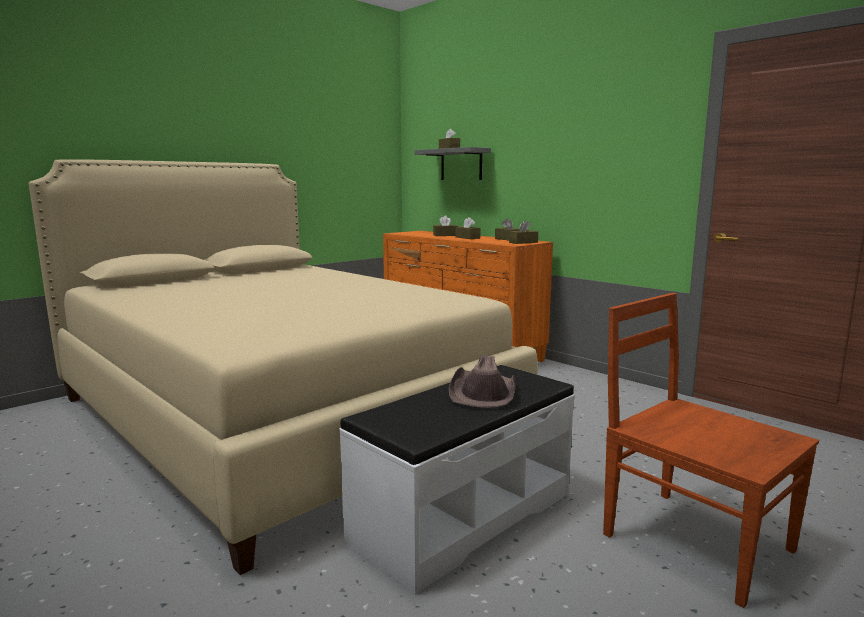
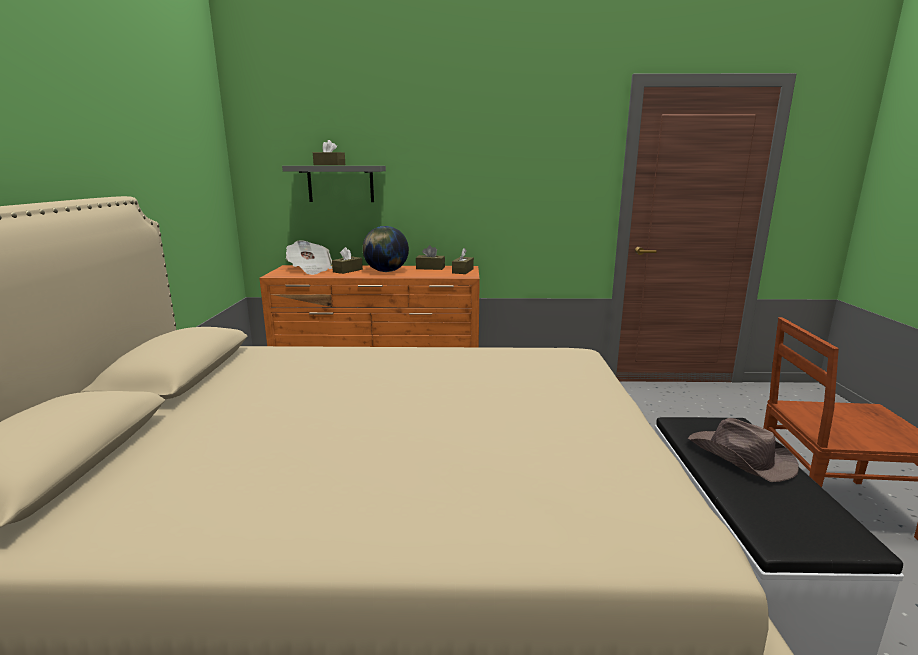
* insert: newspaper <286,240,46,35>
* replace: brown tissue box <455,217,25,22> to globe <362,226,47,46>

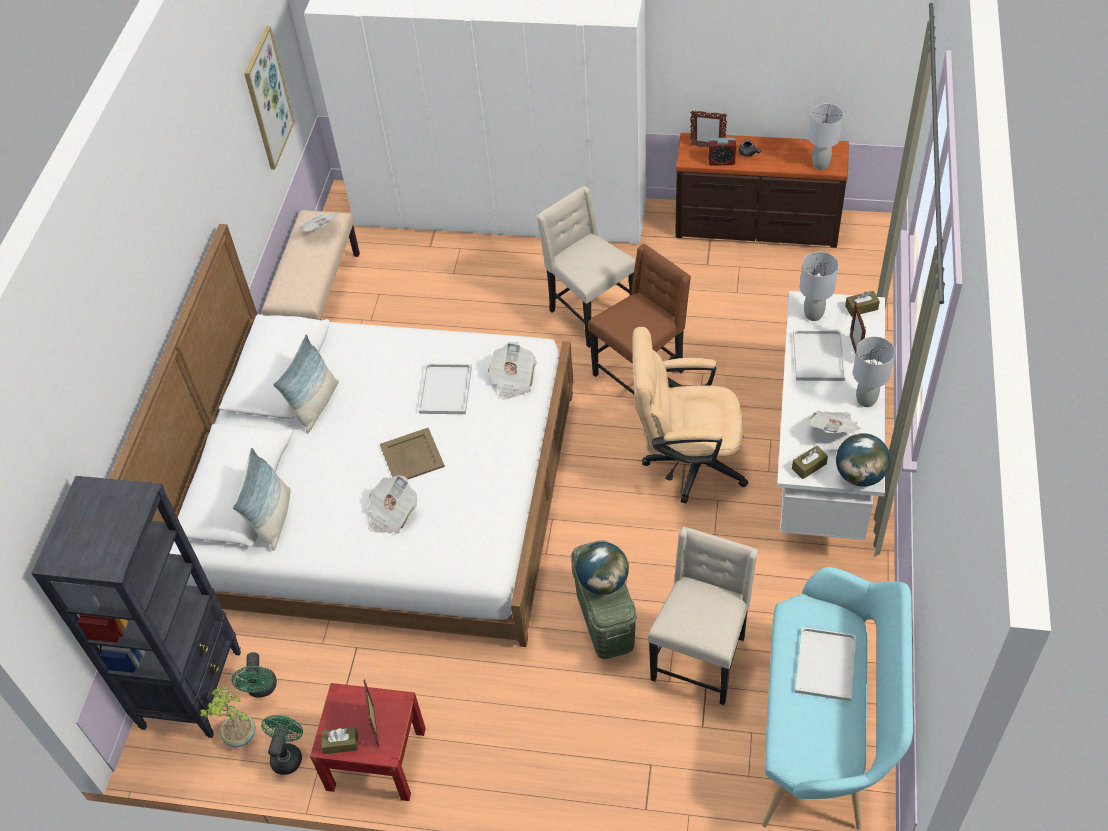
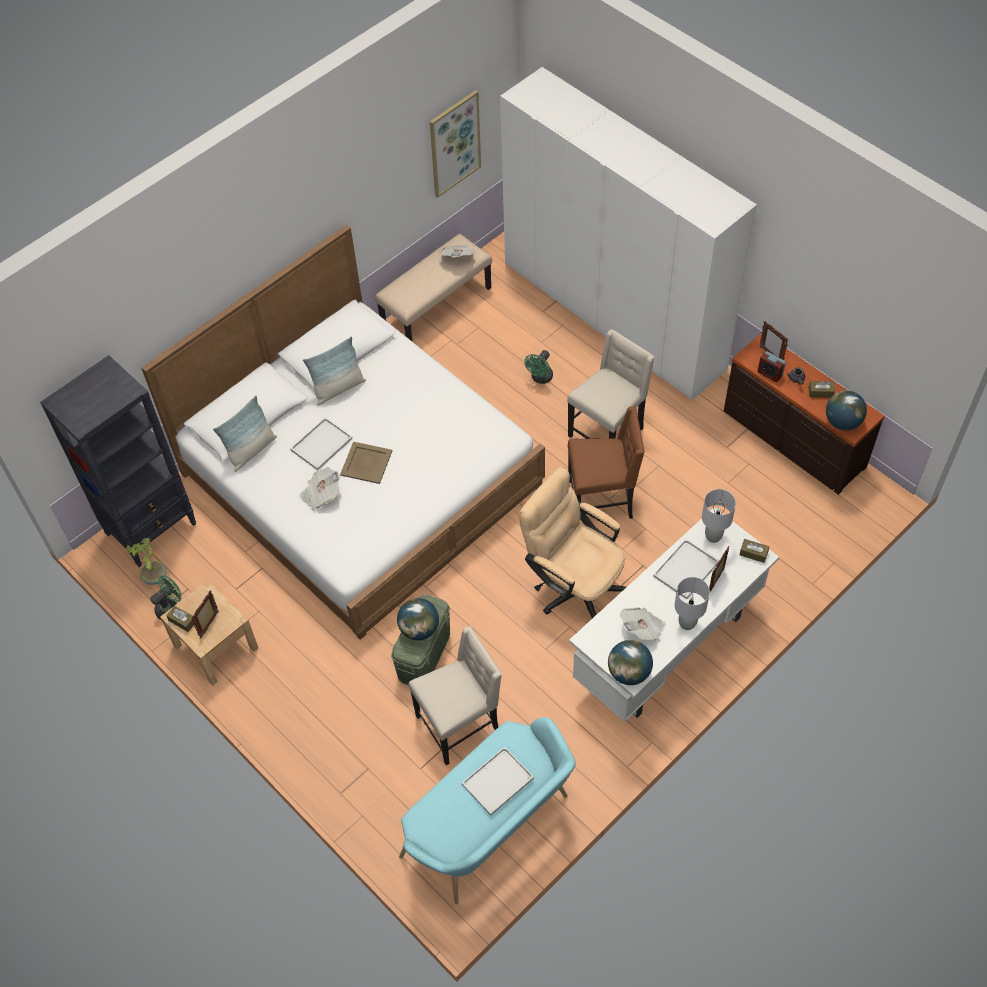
* recolor: red nightstand <310,683,116,118> to beige nightstand <160,580,98,106>
* move: white tray <419,364,53,50> to <290,418,63,52>
* move: green fan <232,652,45,46> to <524,350,29,34>
* rotate: beige chair <537,186,99,161> = <567,329,88,110> 45 degrees clockwise
* move: brown tissue box <792,445,36,34> to <808,381,27,17>
* replace: grey table lamp <808,104,35,66> to globe <826,391,41,39>
* delete: newspaper <488,342,49,58>

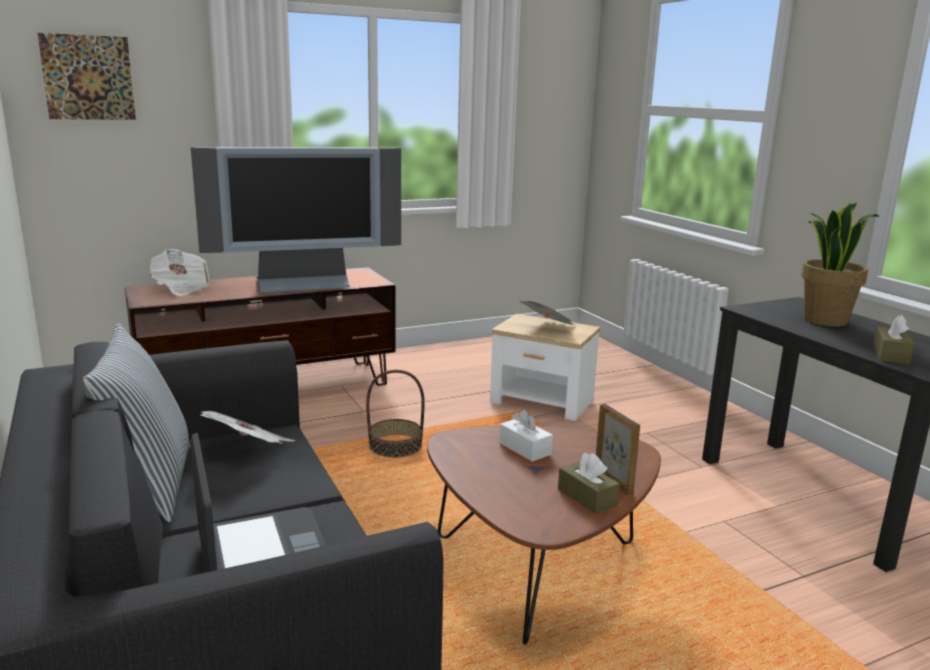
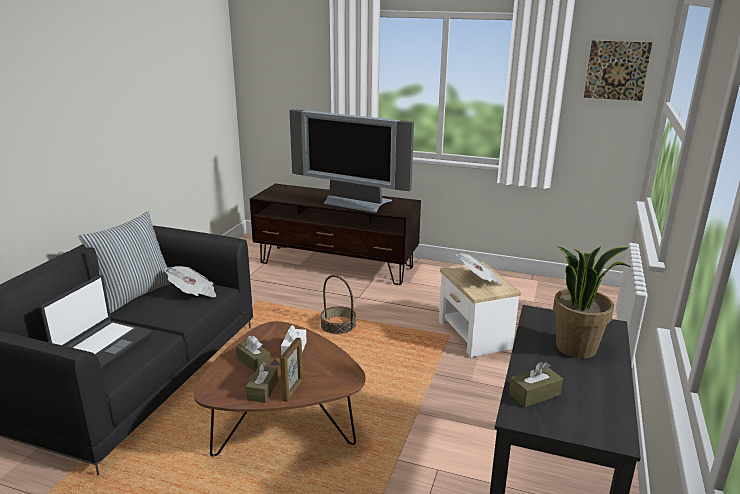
* insert: brown tissue box <236,336,35,36>
* move: picture <38,33,98,87> to <584,40,68,61>
* delete: newspaper <149,249,60,47>

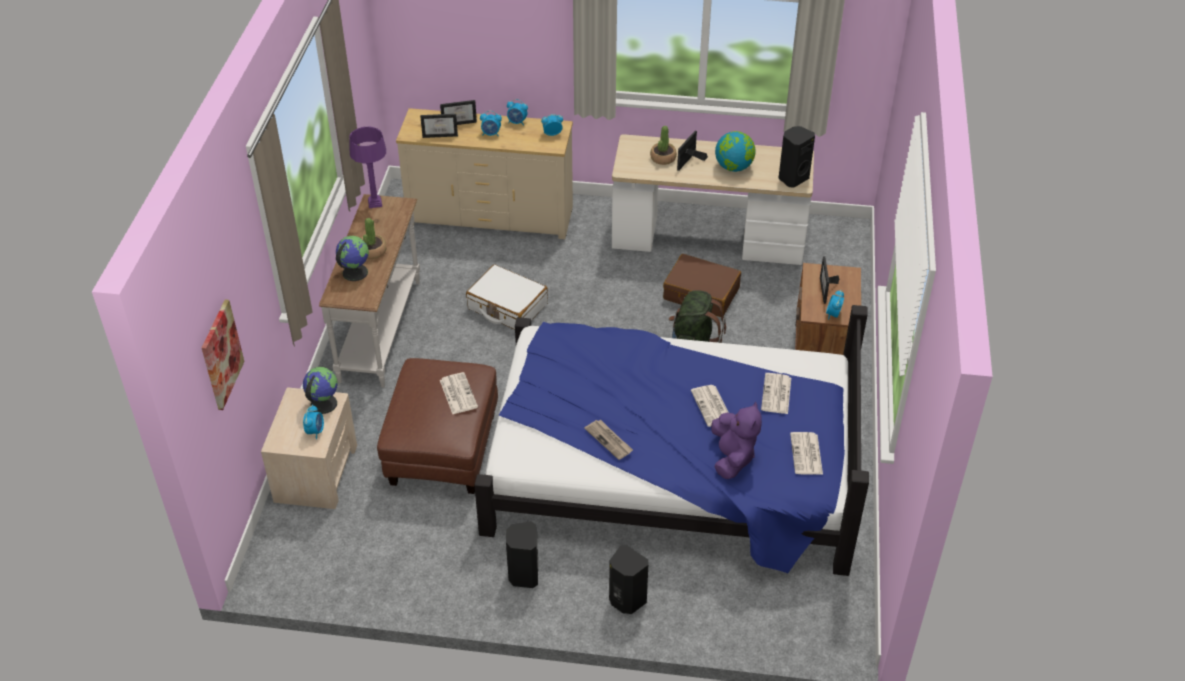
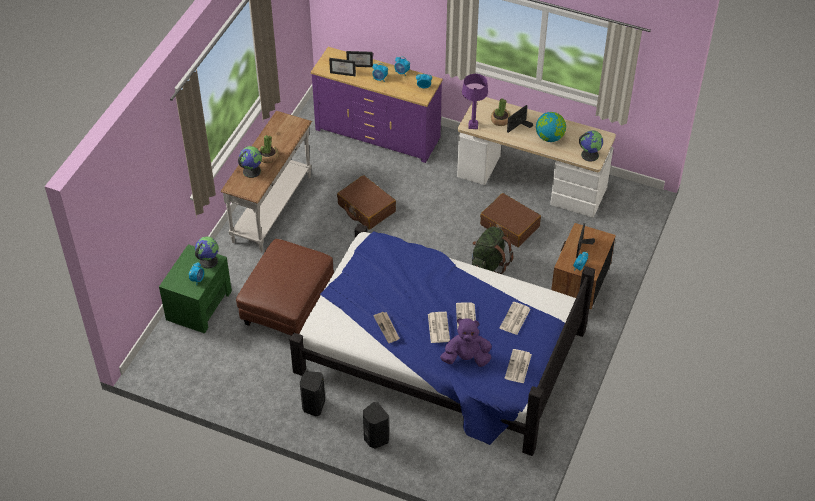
* recolor: beige nightstand <261,387,96,122> to green nightstand <159,244,73,89>
* recolor: beige dresser <396,108,177,131> to purple dresser <311,47,132,116>
* recolor: white suitcase <466,265,82,65> to brown suitcase <337,175,59,55>
* move: newspaper <440,372,38,42> to <428,312,22,31>
* rotate: purple plush toy <711,401,51,78> = <440,318,52,49> 105 degrees counterclockwise
* move: purple table lamp <349,127,37,81> to <462,74,26,55>
* replace: black speaker <778,126,37,62> to globe <579,130,24,32>
* delete: picture <202,299,43,111>

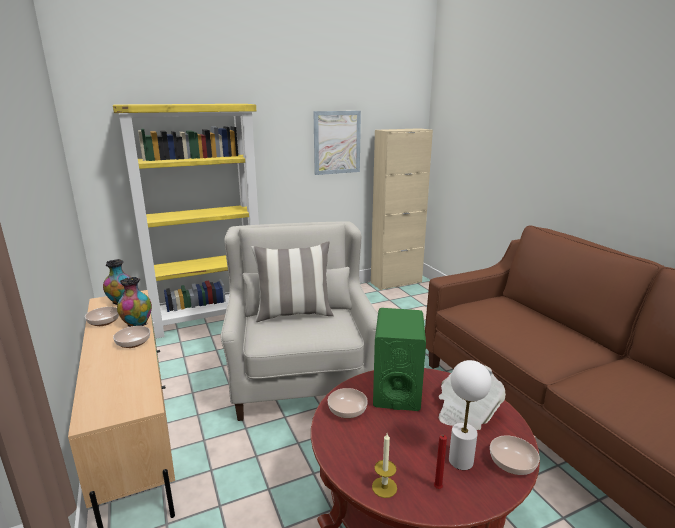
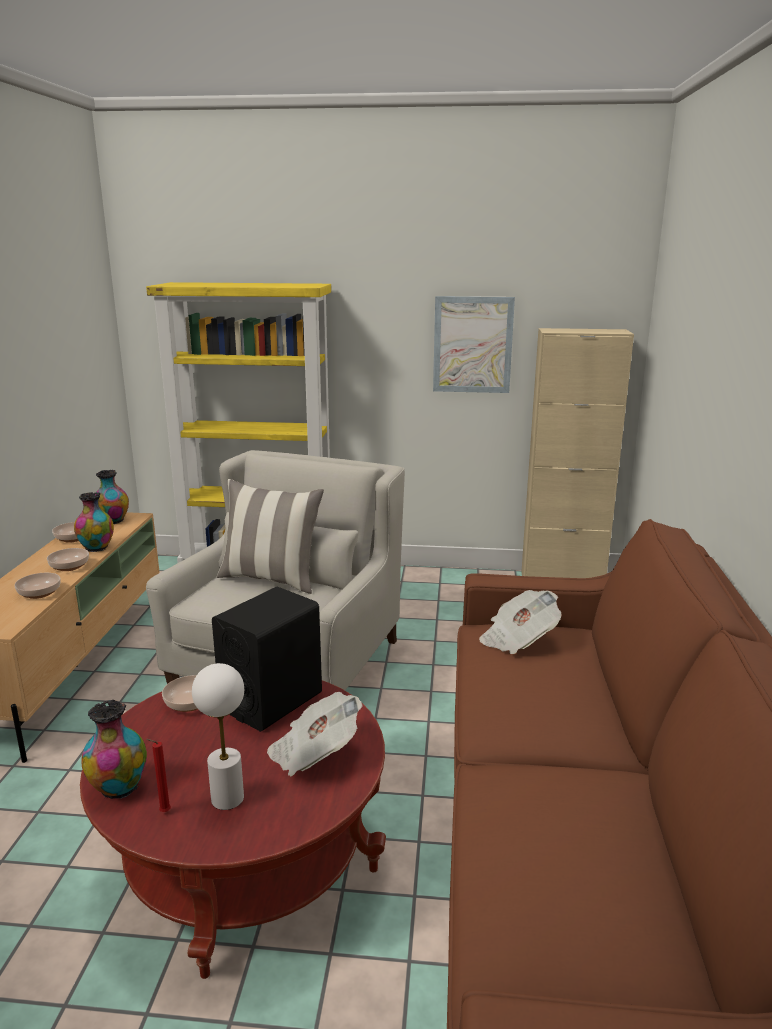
* move: bowl <490,435,50,40> to <14,573,47,26>
* replace: candle <372,433,25,65> to vase <82,700,65,99>
* recolor: green speaker <373,308,53,103> to black speaker <212,586,110,146>
* insert: newspaper <479,590,83,64>

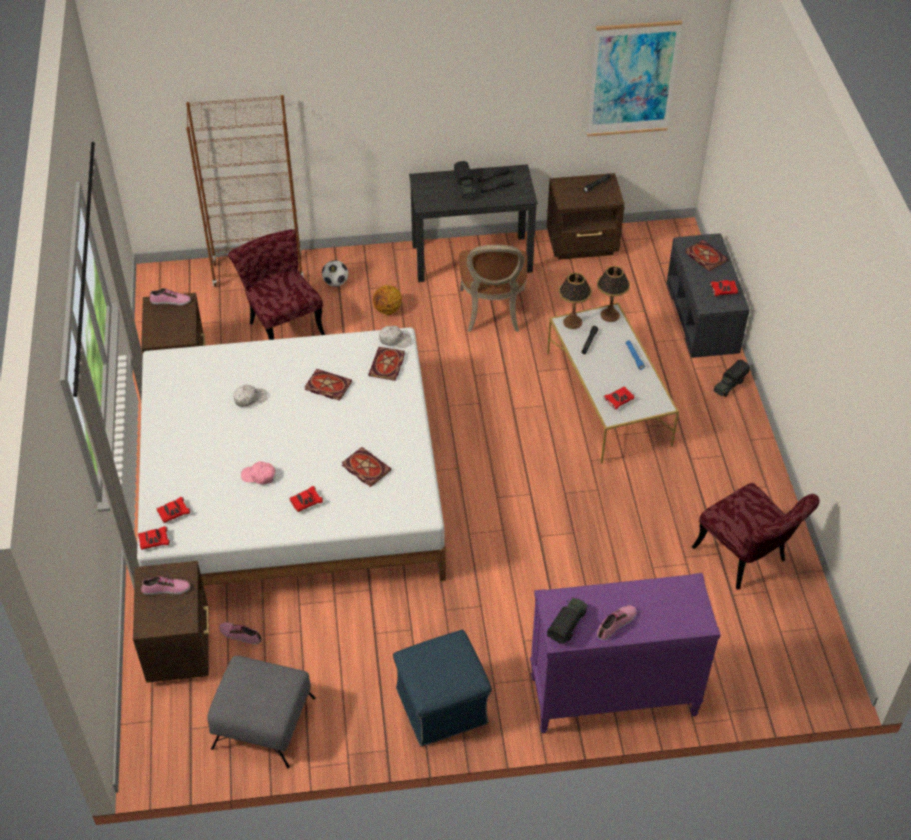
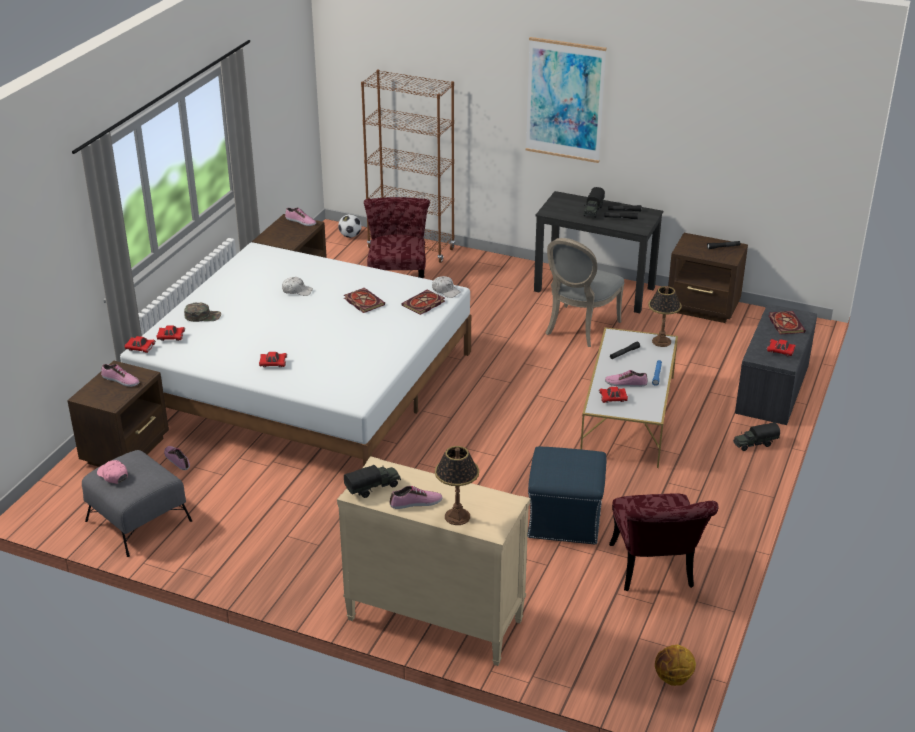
* move: pink cap <241,461,35,23> to <97,460,31,24>
* insert: green cap <184,303,37,19>
* recolor: purple dresser <530,573,191,160> to beige dresser <337,456,193,210>
* move: football <322,260,26,27> to <338,214,24,24>
* move: table lamp <558,273,34,56> to <435,446,44,79>
* move: picture <587,20,95,117> to <526,37,81,126>
* move: blue ottoman <393,630,99,117> to <527,446,79,99>
* recolor: brown chair <459,245,68,87> to grey chair <545,238,80,109>
* insert: shoe <605,370,43,17>
* move: basketball <373,285,29,30> to <655,645,41,41>
* delete: book <342,447,50,40>

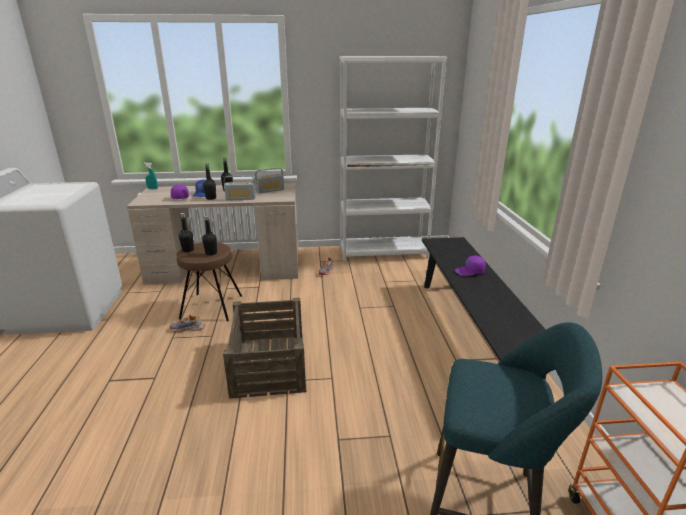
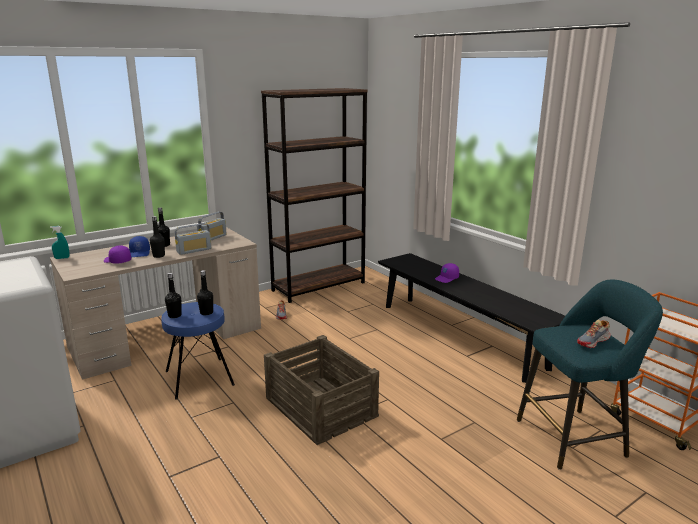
* recolor: brown stool <176,242,66,79> to blue stool <161,302,74,98>
* recolor: white bookcase <340,56,107,206> to brown bookcase <261,88,107,215>
* move: shoe <169,314,36,18> to <577,320,34,28>

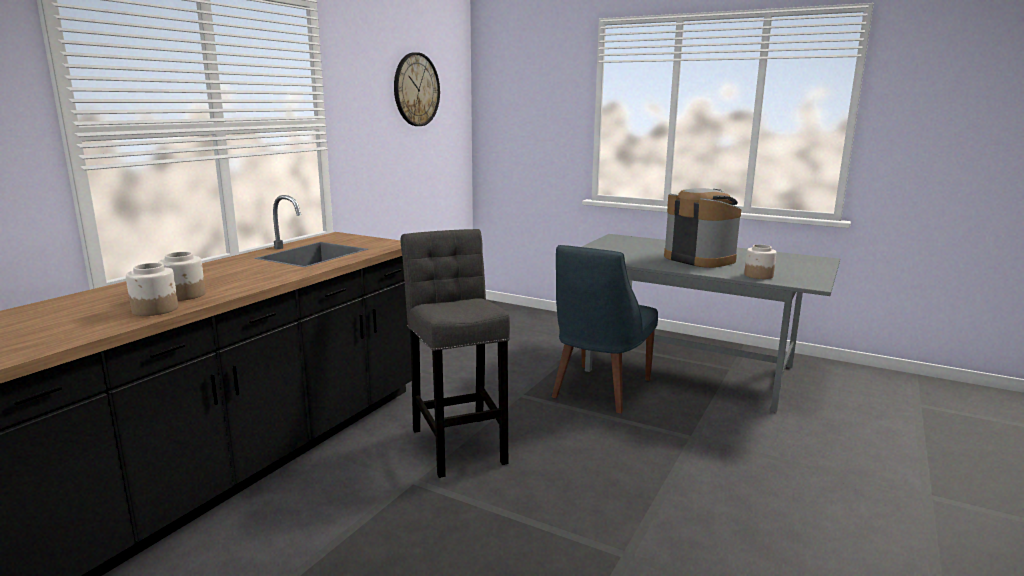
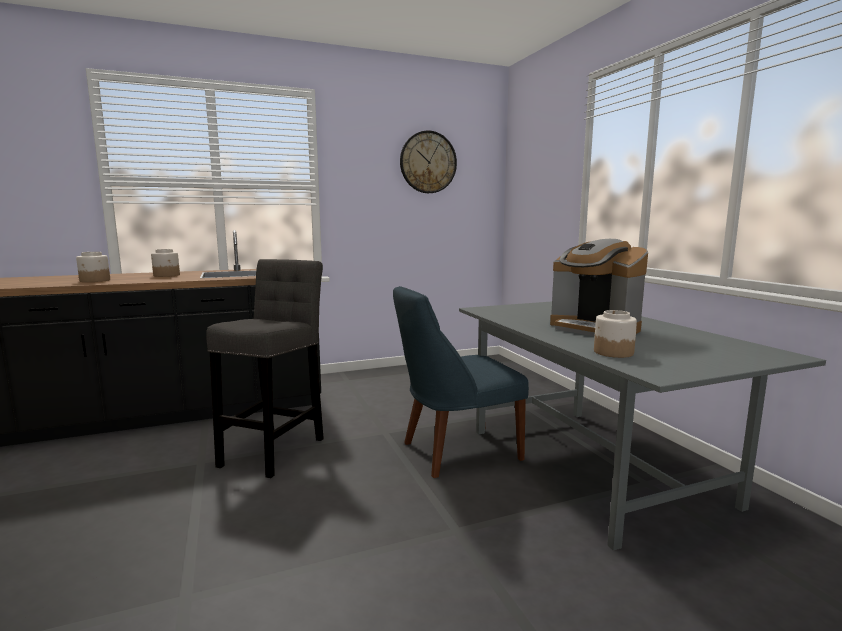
* move: jar <126,263,52,53> to <151,249,29,28>
* rotate: coffee machine <664,188,78,80> = <550,239,98,98> 135 degrees clockwise

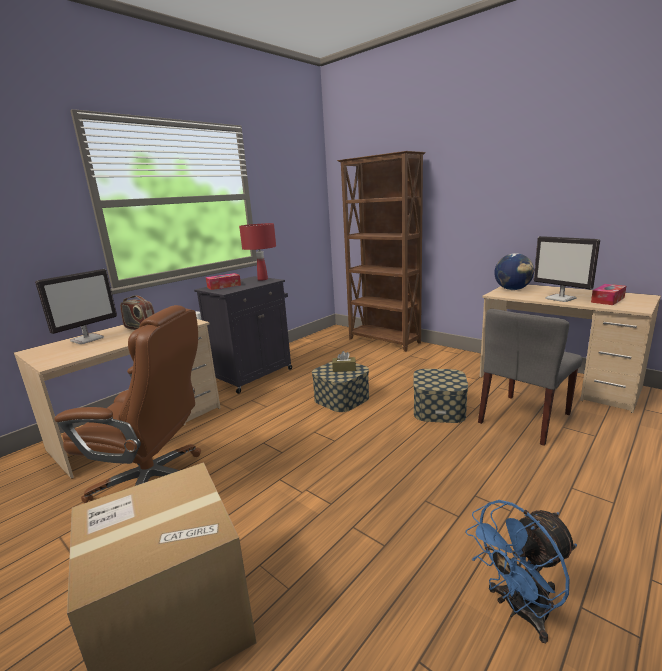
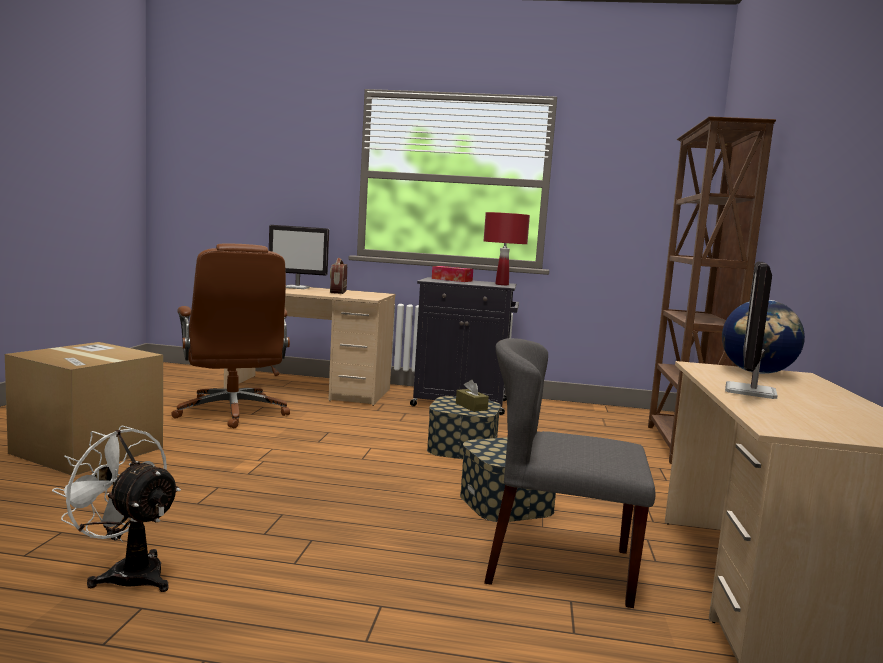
* recolor: blue fan <466,500,111,143> to white fan <52,425,129,167>
* delete: tissue box <591,284,35,21>

